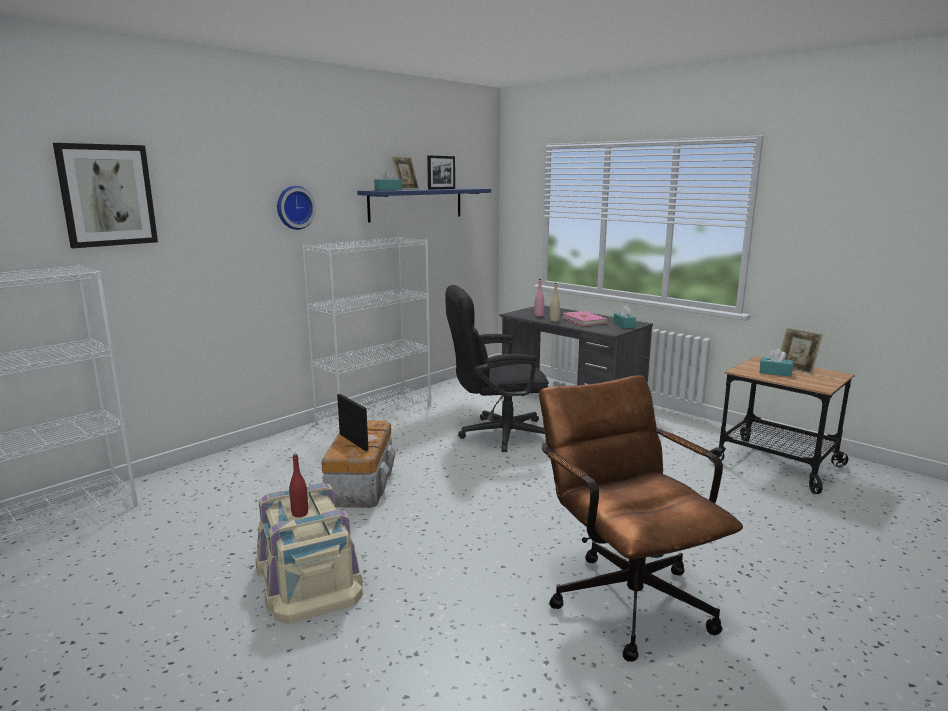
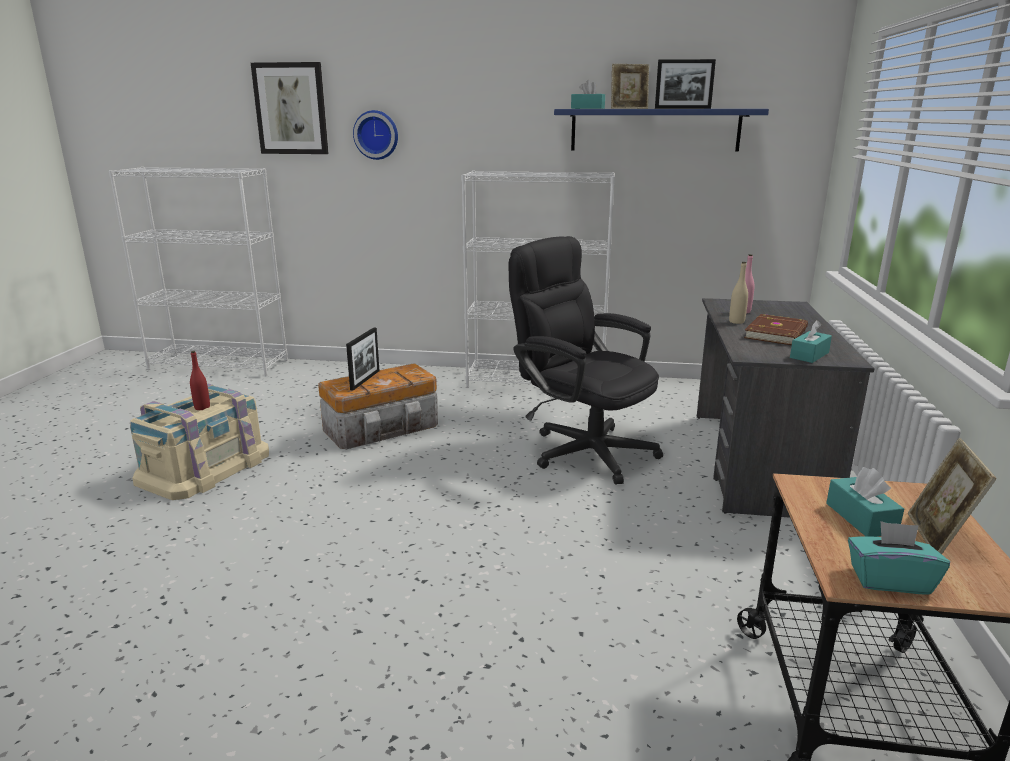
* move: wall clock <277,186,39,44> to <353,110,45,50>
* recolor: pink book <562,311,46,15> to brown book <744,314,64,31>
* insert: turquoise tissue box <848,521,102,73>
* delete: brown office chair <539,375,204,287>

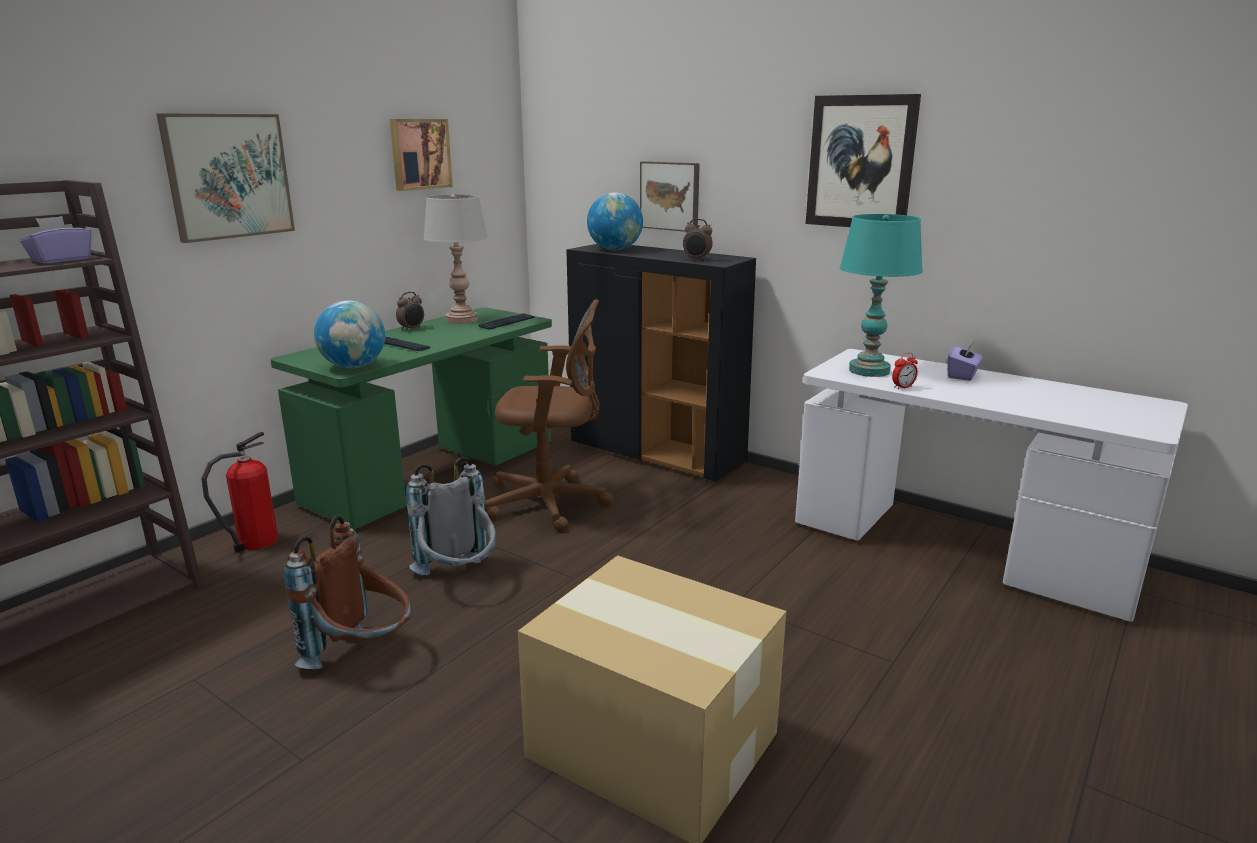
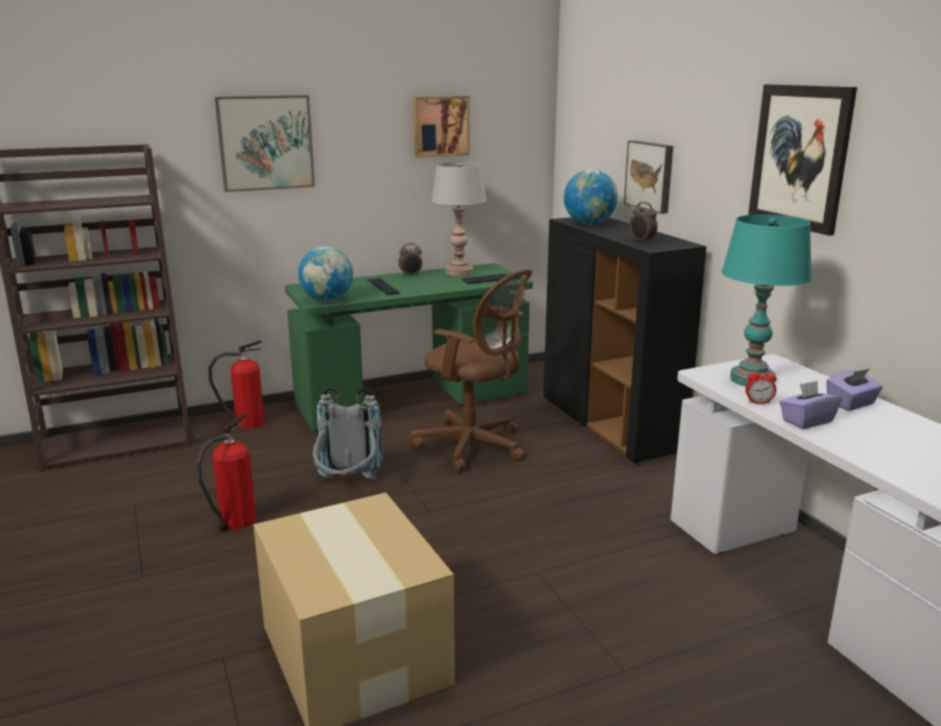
* replace: brown backpack <284,515,127,154> to fire extinguisher <196,414,61,118>
* move: purple tissue box <20,216,72,48> to <779,380,63,49>

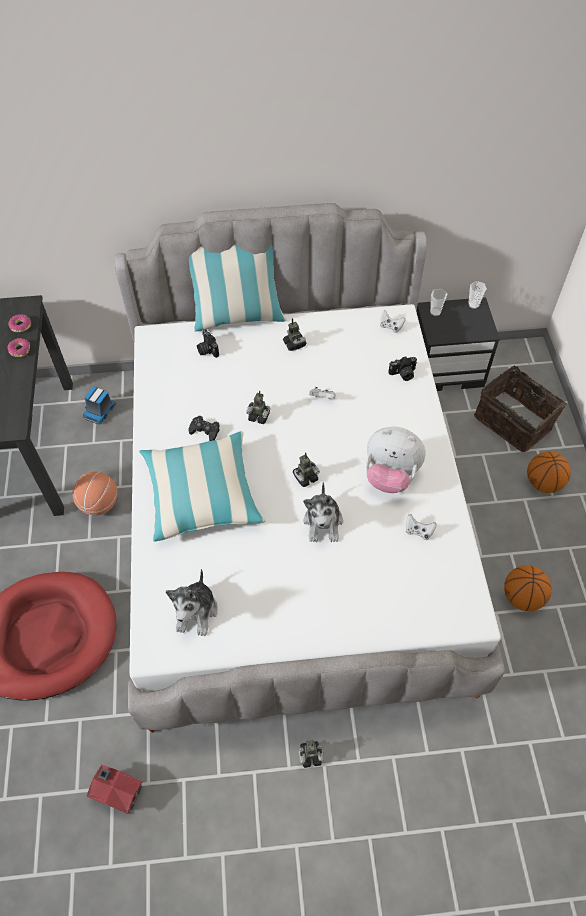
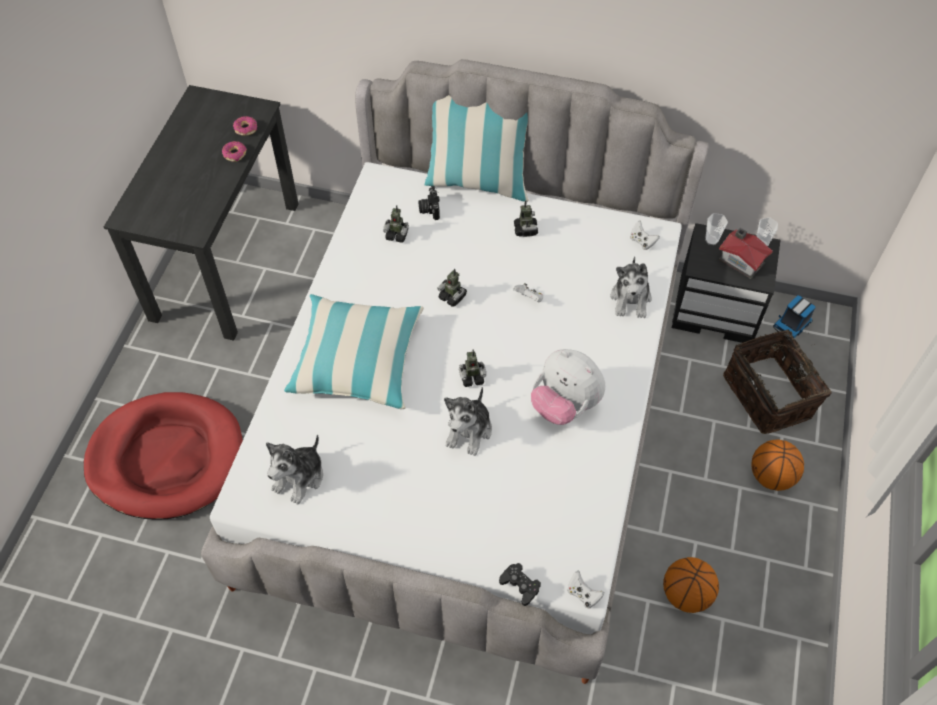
* move: toy robot <299,740,25,28> to <383,205,26,38>
* move: black game controller <189,416,31,25> to <499,563,42,43>
* move: white game controller <406,514,30,26> to <567,571,37,38>
* replace: photo camera <388,356,29,25> to plush toy <610,257,42,61>
* move: toy house <86,765,57,49> to <719,228,54,51>
* move: toy truck <83,386,33,38> to <773,295,43,44>
* delete: basketball <73,472,44,44>

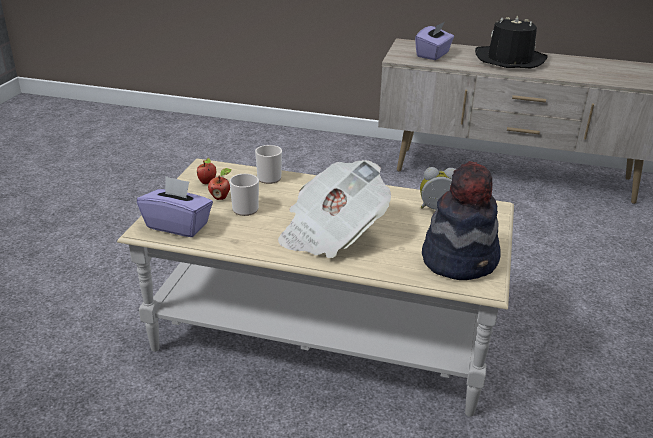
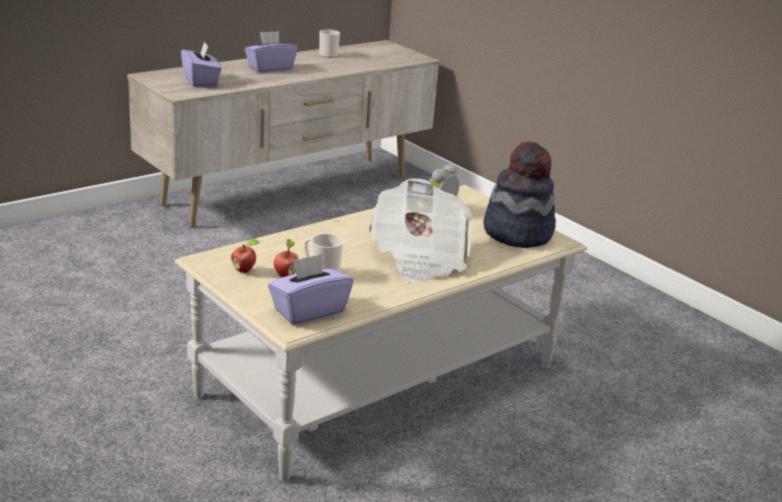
* replace: black hat <475,15,73,53> to purple tissue box <244,31,54,41>
* move: mug <255,145,27,39> to <319,30,21,28>

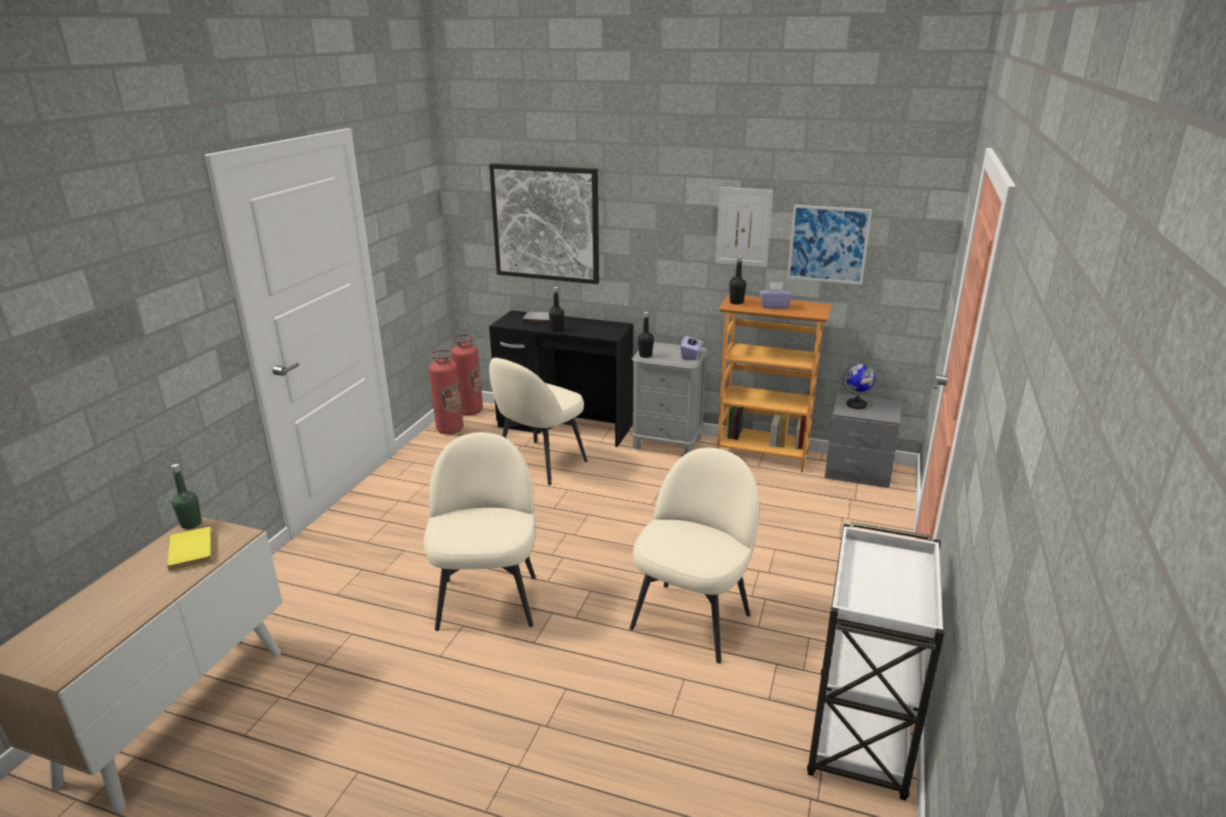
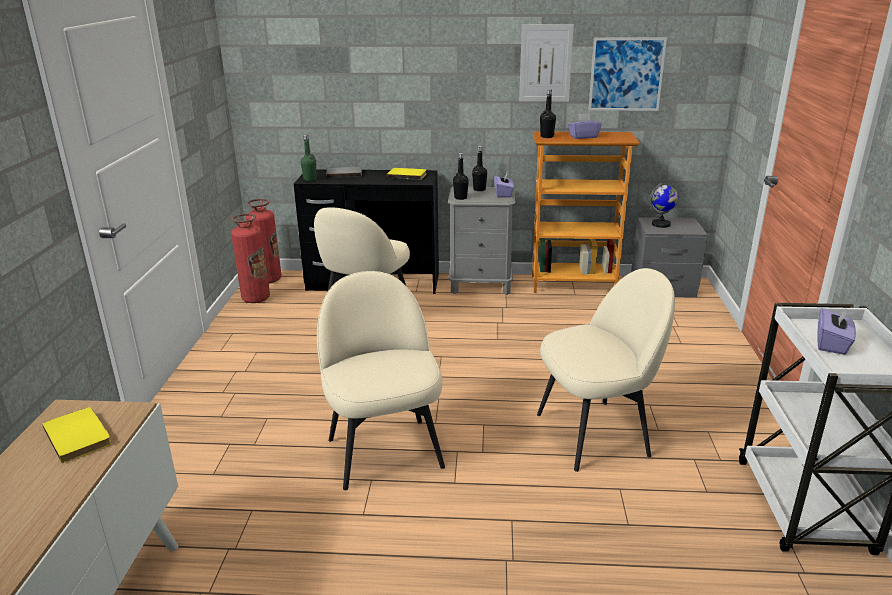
* move: green bottle <171,464,31,65> to <300,135,16,46>
* insert: yellow book <387,168,39,12>
* move: black bottle <549,287,15,45> to <472,146,15,45>
* rotate: beige chair <630,448,129,216> = <537,268,138,204> 60 degrees clockwise
* insert: purple tissue box <818,308,38,47>
* delete: picture <489,163,110,121>

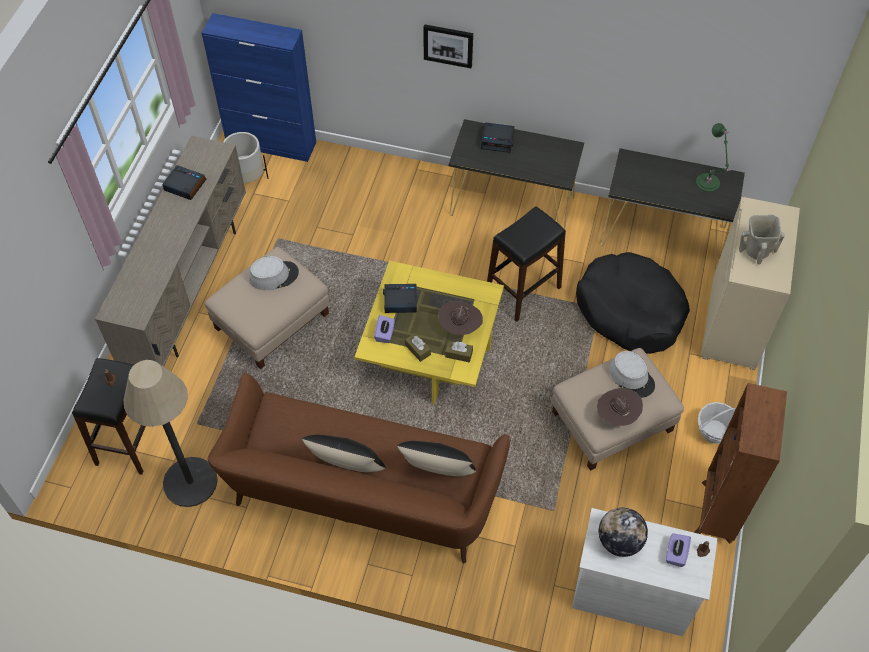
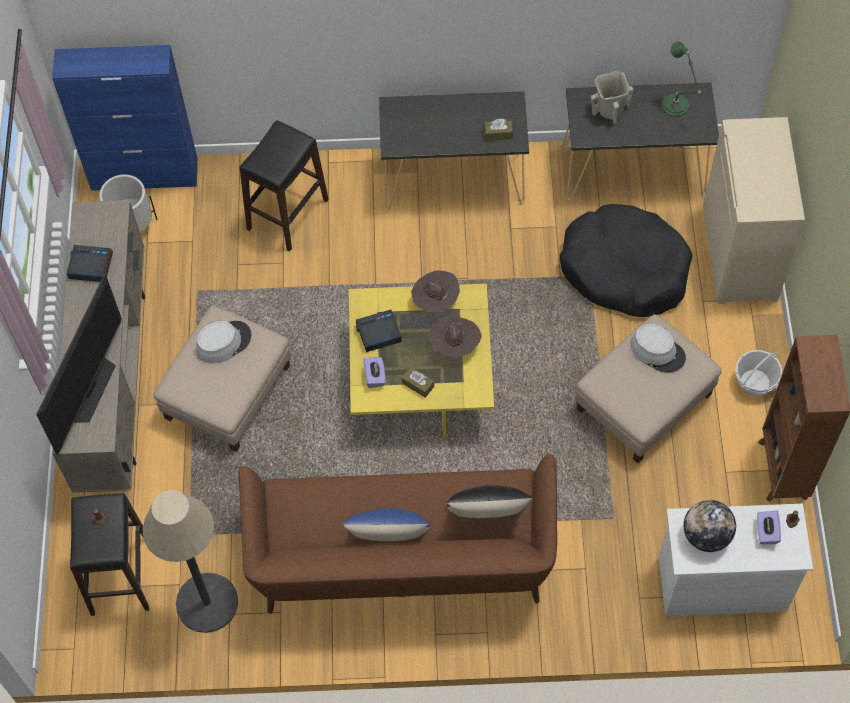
* insert: television <36,274,86,181>
* move: black stool <487,206,79,116> to <239,120,90,131>
* recolor: black pillow <302,435,84,37> to blue pillow <343,508,88,33>
* move: brown hat <597,388,46,38> to <411,270,49,42>
* move: brown tissue box <445,341,28,22> to <484,119,29,21>
* move: beige vase <739,214,46,51> to <591,71,43,53>
* delete: picture <423,24,50,44>
* delete: alarm clock <481,122,34,31>

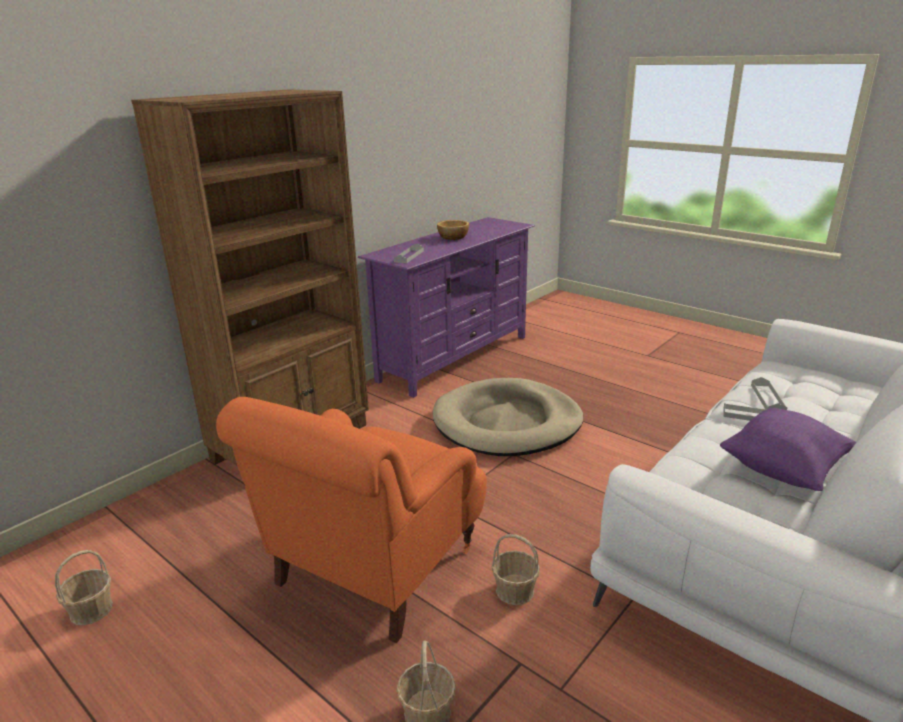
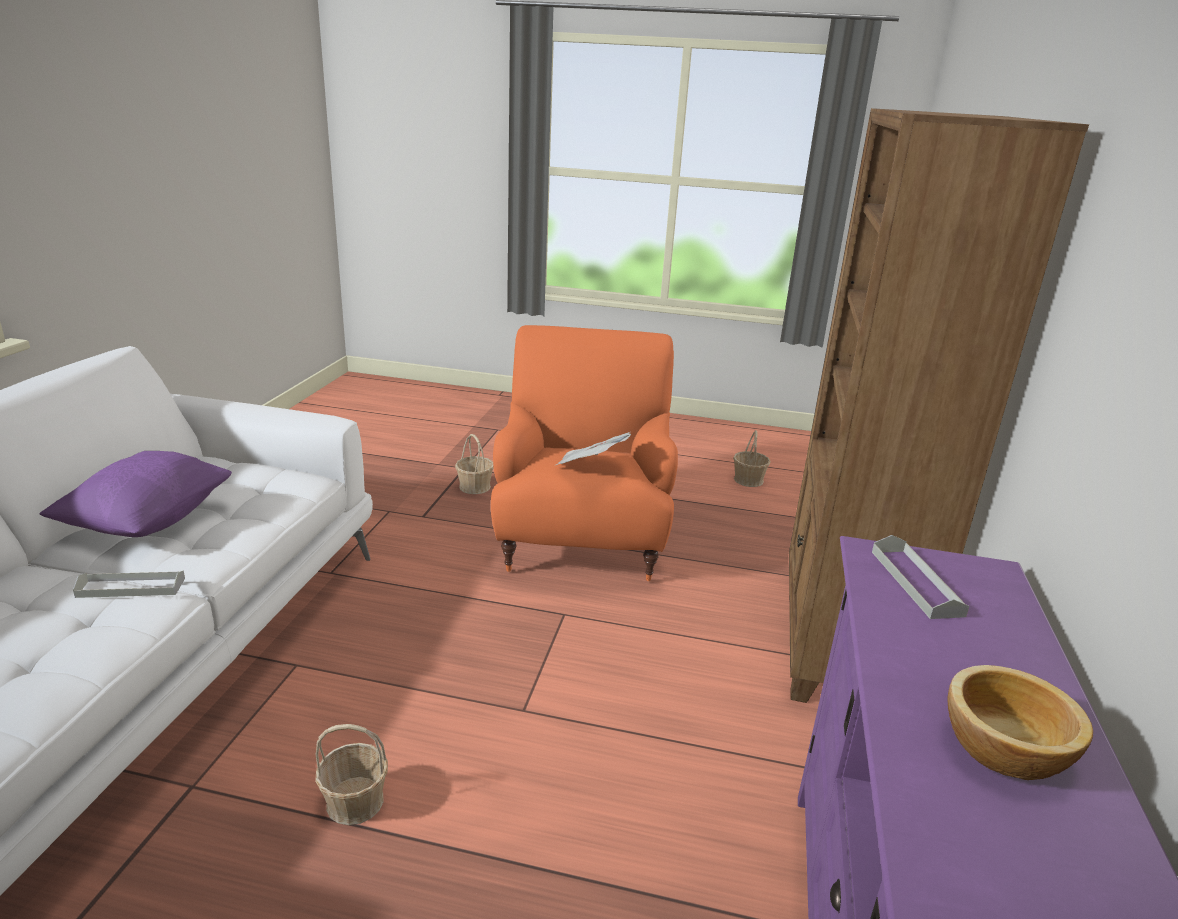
* move: basket <491,534,49,71> to <315,724,73,101>
* insert: newspaper <554,432,77,34>
* delete: beige dog bed <433,378,150,78>
* delete: grey tray <751,377,36,33>

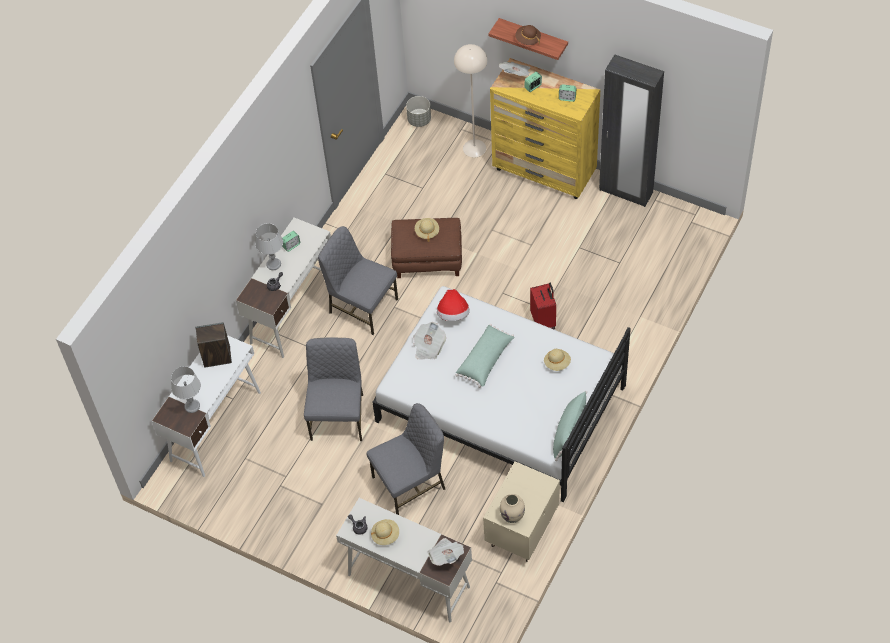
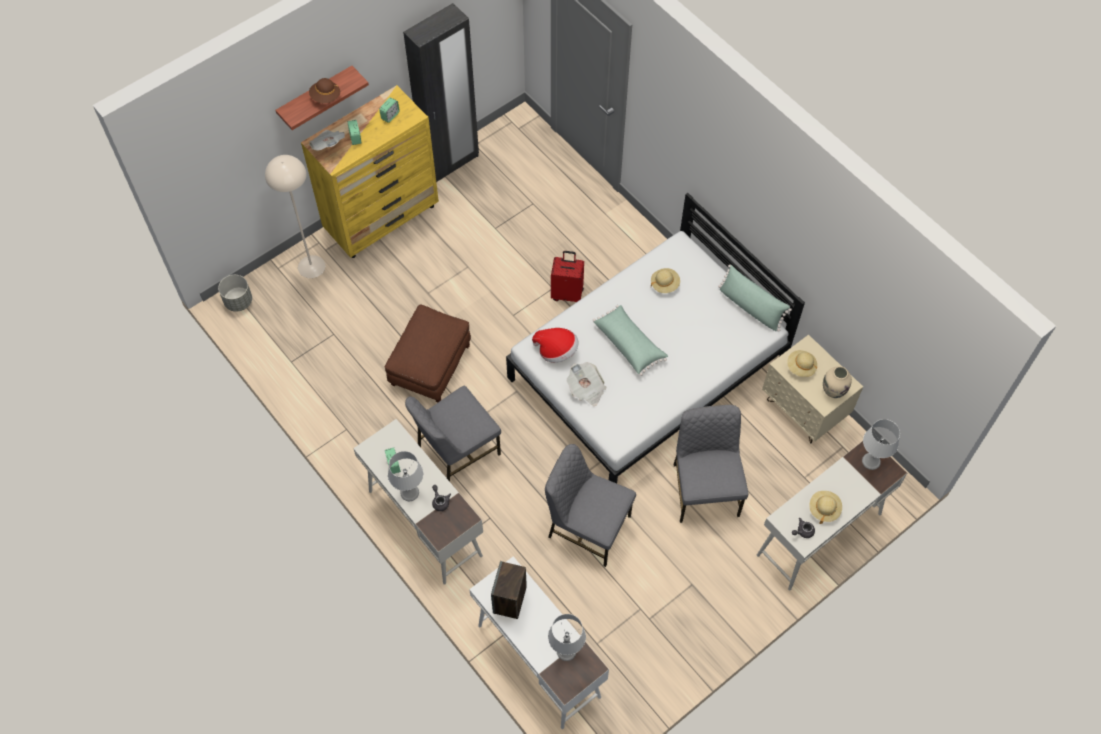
* move: beige hat <415,218,24,24> to <787,350,30,27>
* replace: newspaper <428,538,36,28> to grey table lamp <862,419,38,51>

